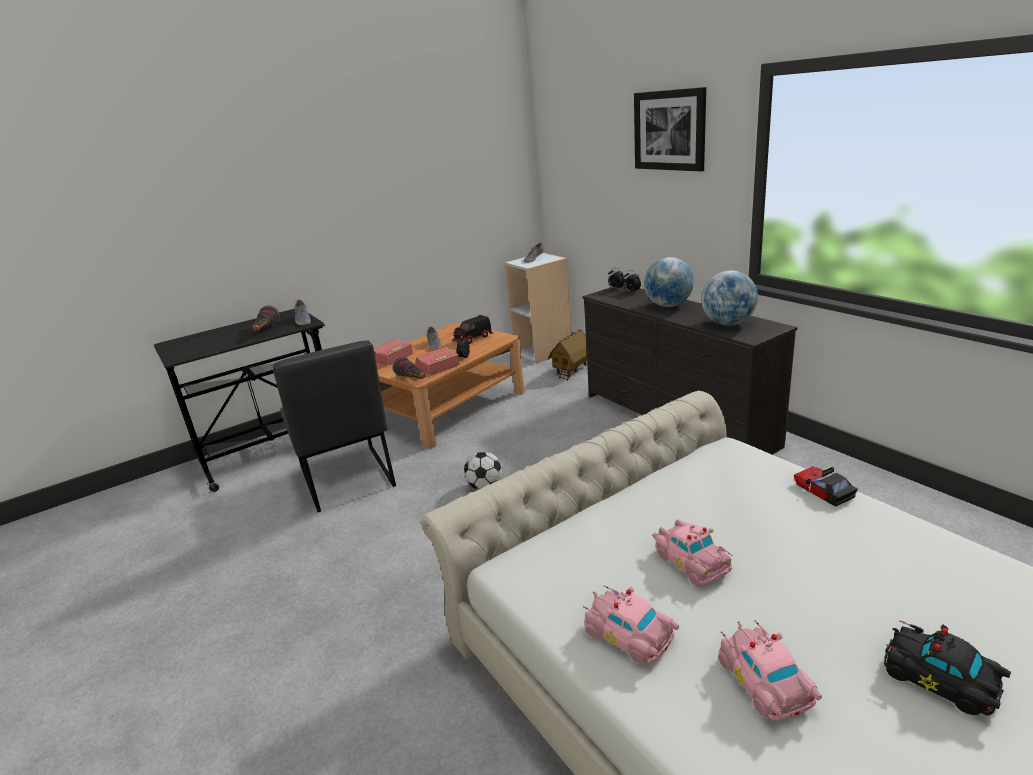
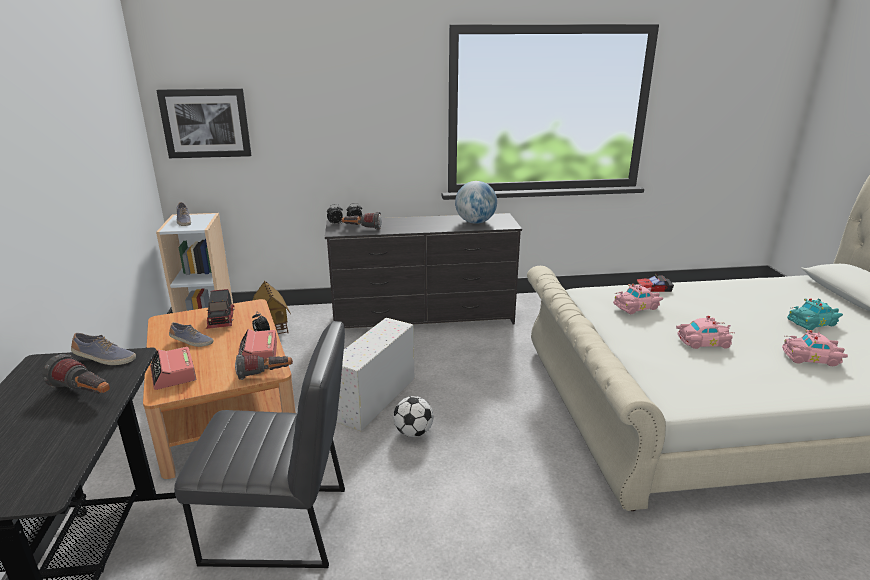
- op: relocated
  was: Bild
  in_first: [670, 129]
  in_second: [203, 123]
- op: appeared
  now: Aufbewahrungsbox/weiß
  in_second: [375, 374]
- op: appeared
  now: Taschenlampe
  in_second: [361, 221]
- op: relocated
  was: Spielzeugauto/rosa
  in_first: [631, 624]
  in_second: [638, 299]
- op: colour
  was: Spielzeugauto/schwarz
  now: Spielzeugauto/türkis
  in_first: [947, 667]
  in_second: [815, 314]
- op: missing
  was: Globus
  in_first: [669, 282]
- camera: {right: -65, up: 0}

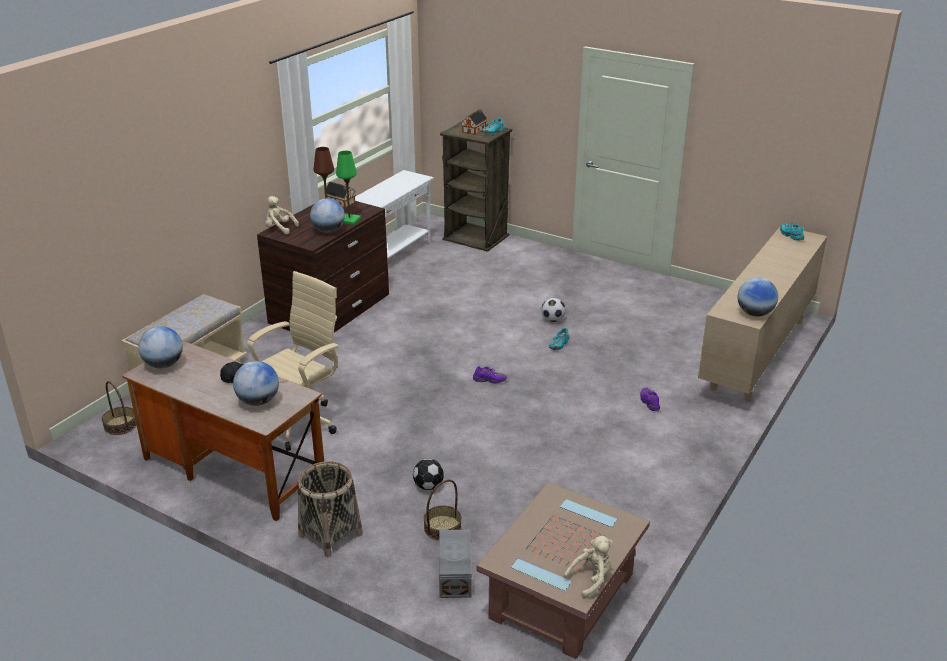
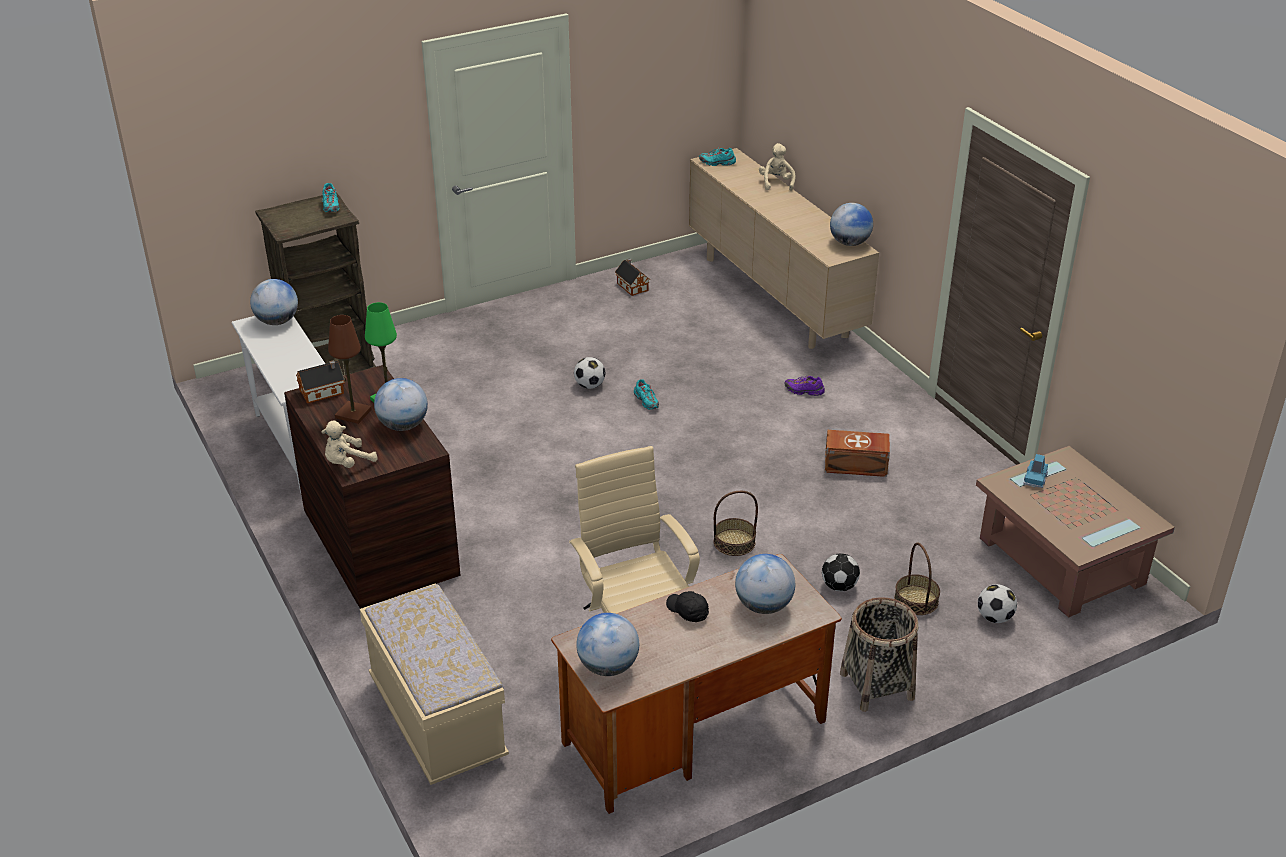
- op: appeared
  now: Globus
  in_second: [274, 302]
- op: relocated
  was: Spielzeughaus
  in_first: [474, 122]
  in_second: [632, 277]
- op: relocated
  was: Korb
  in_first: [119, 408]
  in_second: [736, 523]
- op: relocated
  was: Plüschtier/beige
  in_first: [588, 567]
  in_second: [777, 167]
- op: appeared
  now: Aufbewahrungsbox/braun
  in_second: [857, 453]
- op: exchanged
  was: Aufbewahrungsbox/grau
  now: Fußball
  in_first: [455, 564]
  in_second: [997, 603]
- op: appeared
  now: Spielzeugauto/blau
  in_second: [1035, 471]
- op: missing
  was: Schuh/lila
  in_first: [490, 375]
- camera: {right: -60, up: 5}

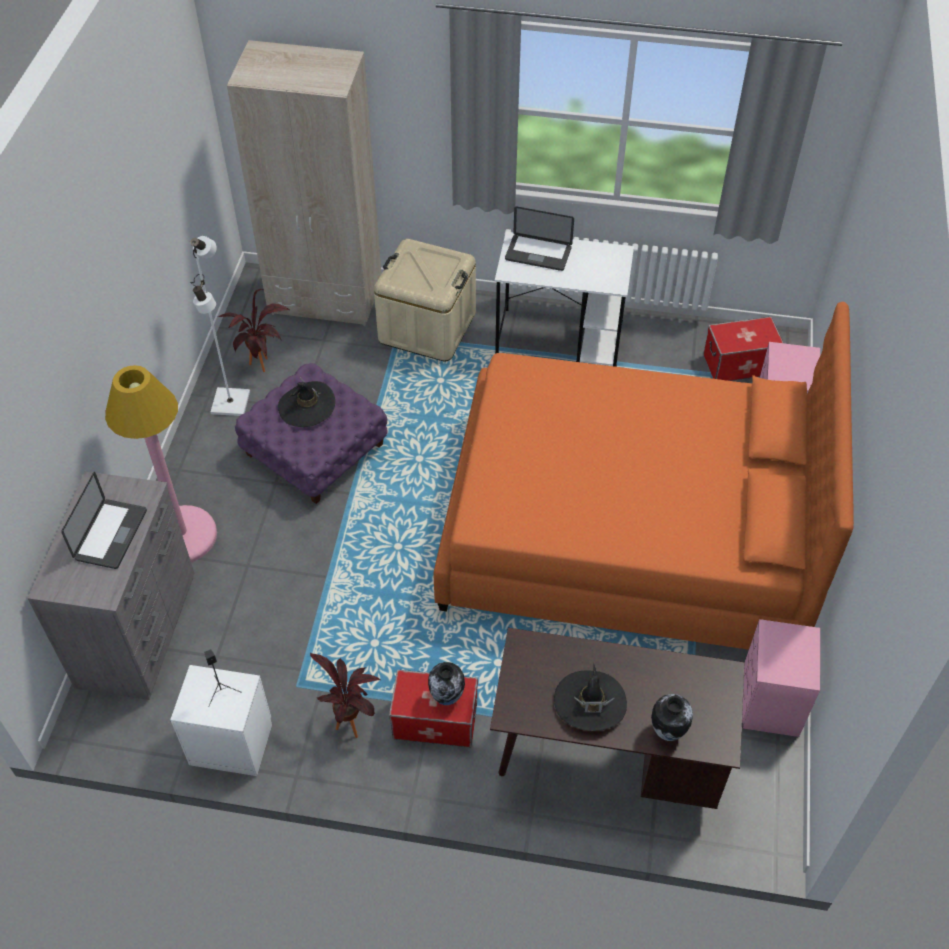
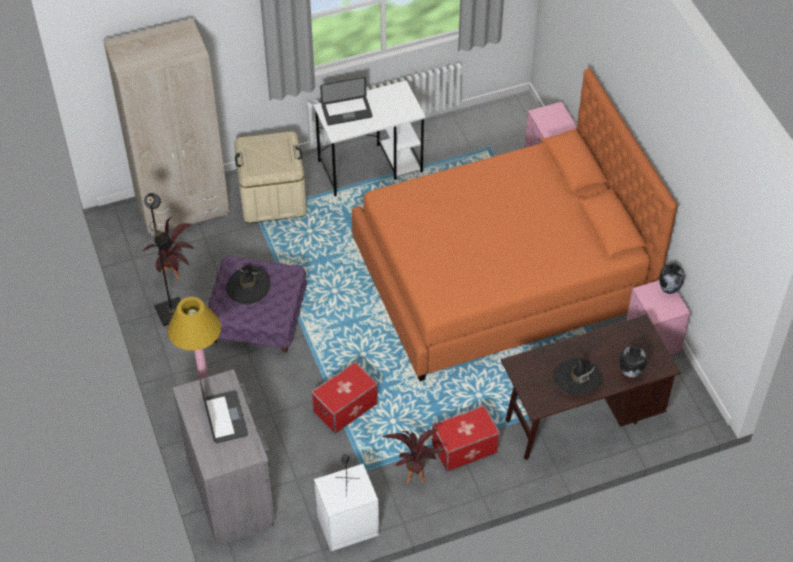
- op: colour
  was: Stehlampe/weiß
  now: Stehlampe/schwarz
  in_first: [220, 326]
  in_second: [162, 259]
- op: relocated
  was: Aufbewahrungsbox
  in_first: [743, 349]
  in_second: [344, 398]
- op: relocated
  was: Vase
  in_first: [446, 683]
  in_second: [672, 278]
- camera: {right: -30, up: 0}

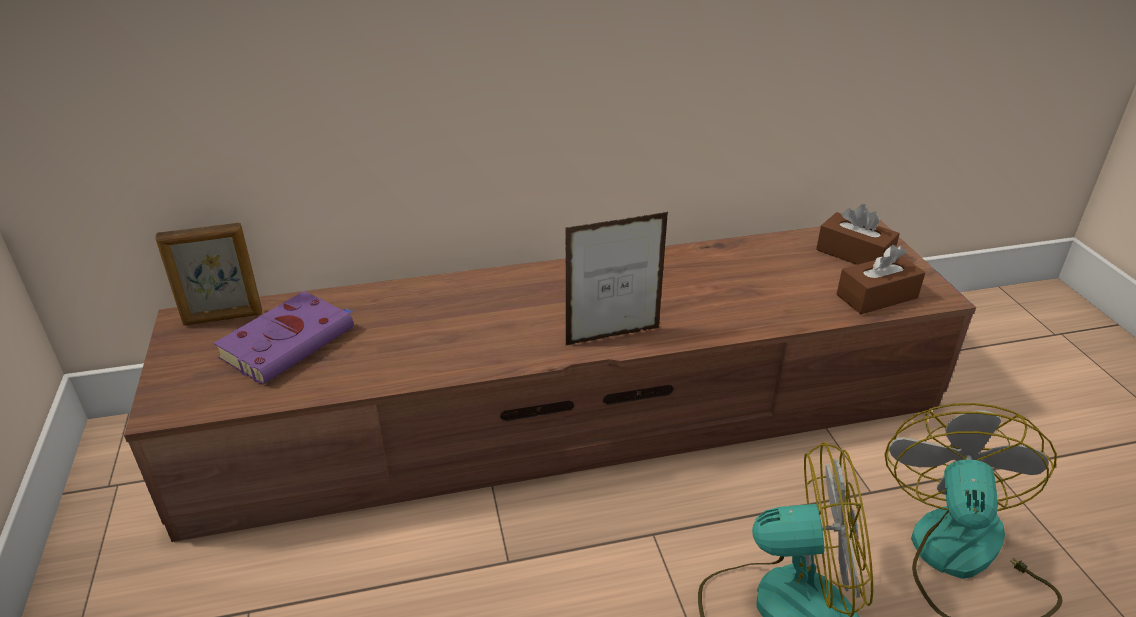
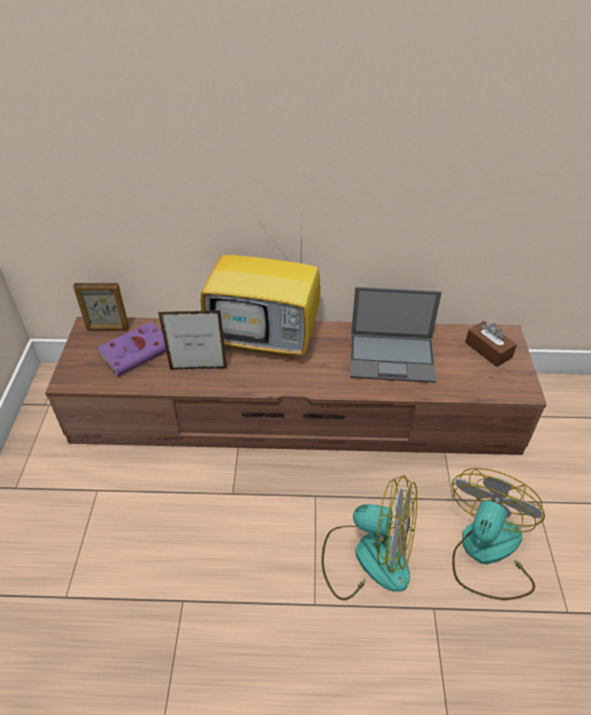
- op: relocated
  was: Bilderrahmen
  in_first: [617, 278]
  in_second: [192, 340]
- op: appeared
  now: Fernseher
  in_second: [260, 288]
- op: appeared
  now: Laptop
  in_second: [396, 335]
- op: missing
  was: Taschentuchbox/braun
  in_first: [880, 279]
- camera: {right: 15, up: 10}

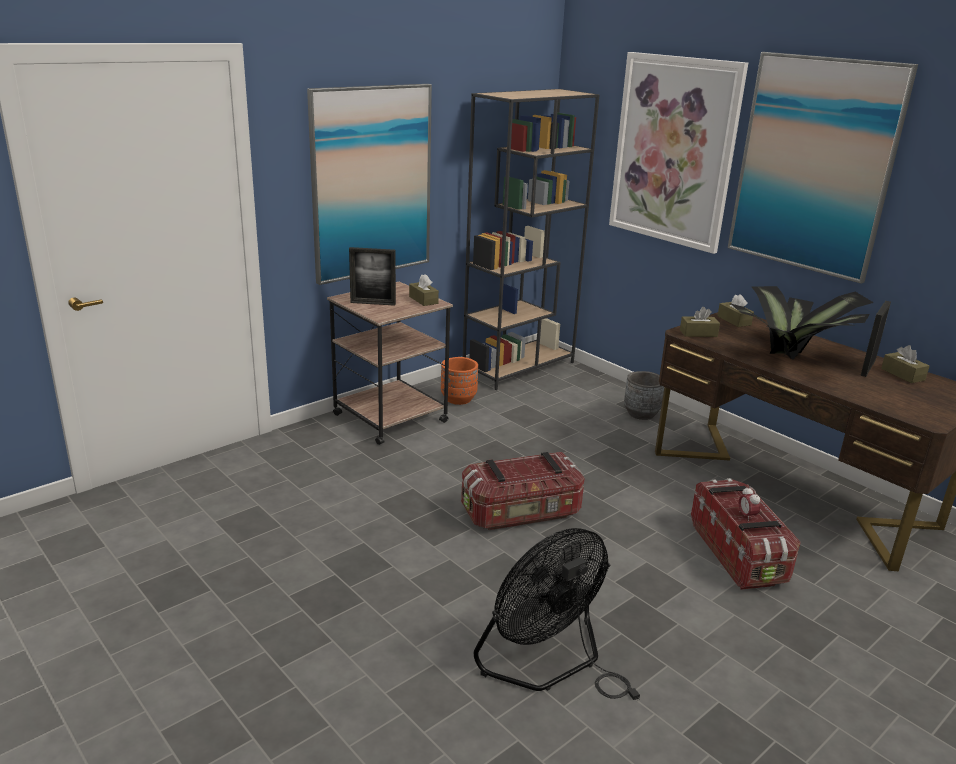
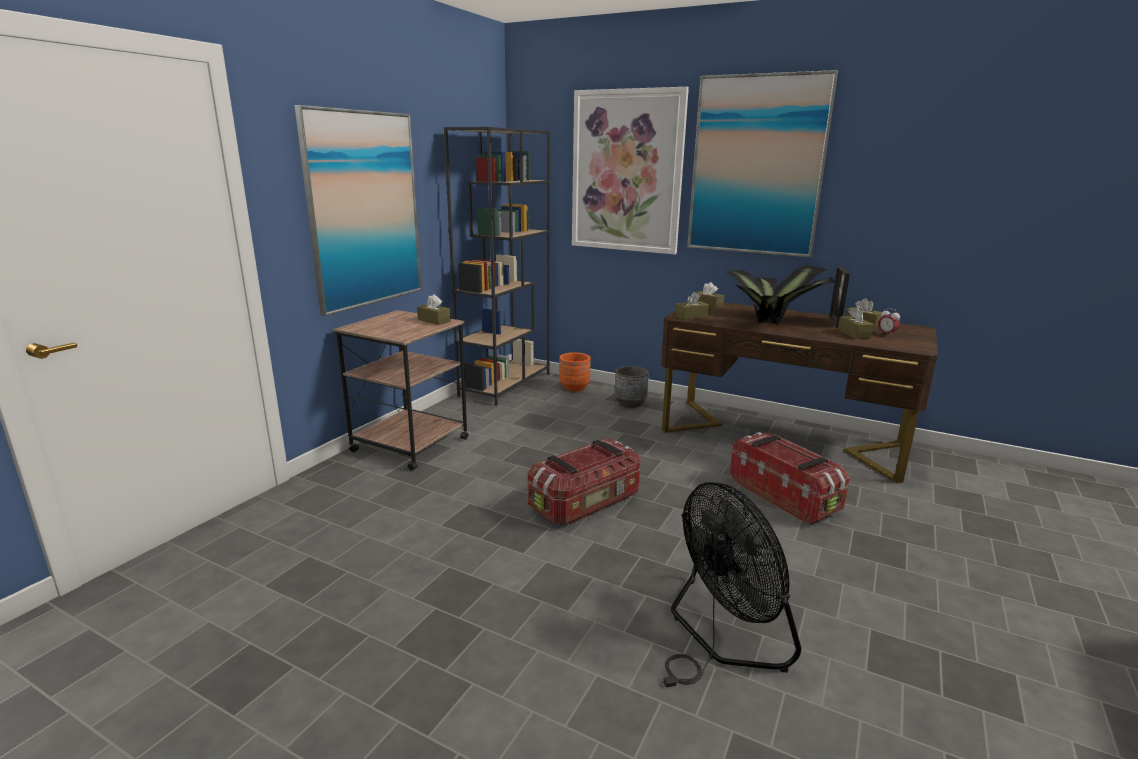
- op: relocated
  was: Pflanzkübel/orange
  in_first: [459, 381]
  in_second: [574, 371]
- op: spun
  was: Ventilator/schwarz
  in_first: [557, 614]
  in_second: [731, 584]
  clockwise: 120
- op: appeared
  now: Taschentuchbox/braun
  in_second: [856, 323]
- op: relocated
  was: Wecker
  in_first: [749, 504]
  in_second: [889, 322]
- op: missing
  was: Bilderrahmen
  in_first: [372, 276]
- camera: {right: -20, up: -5}

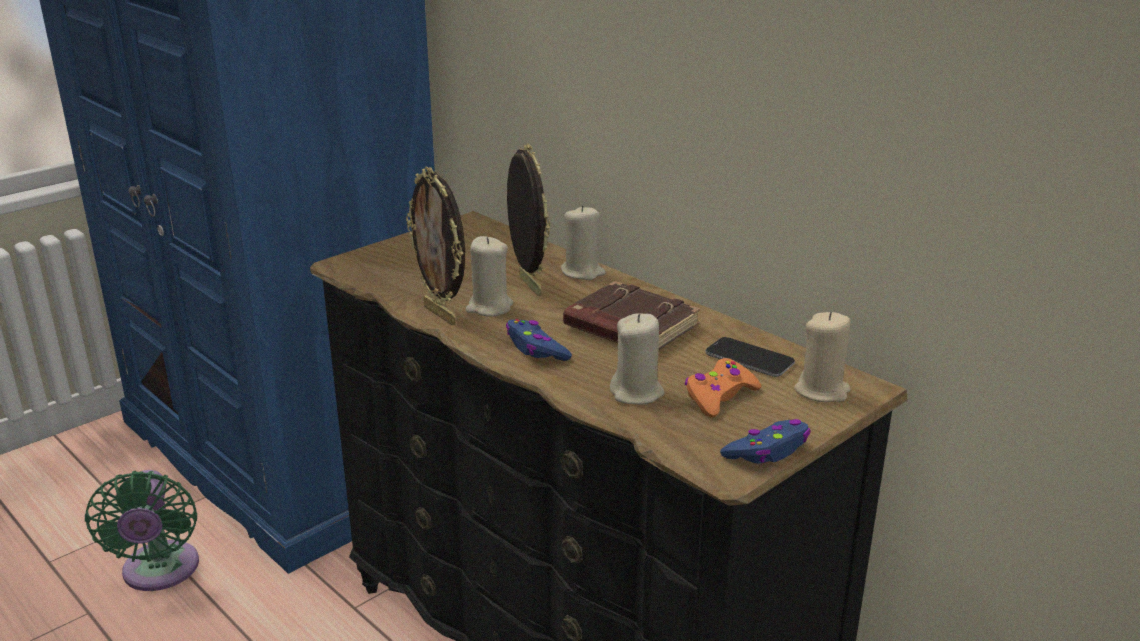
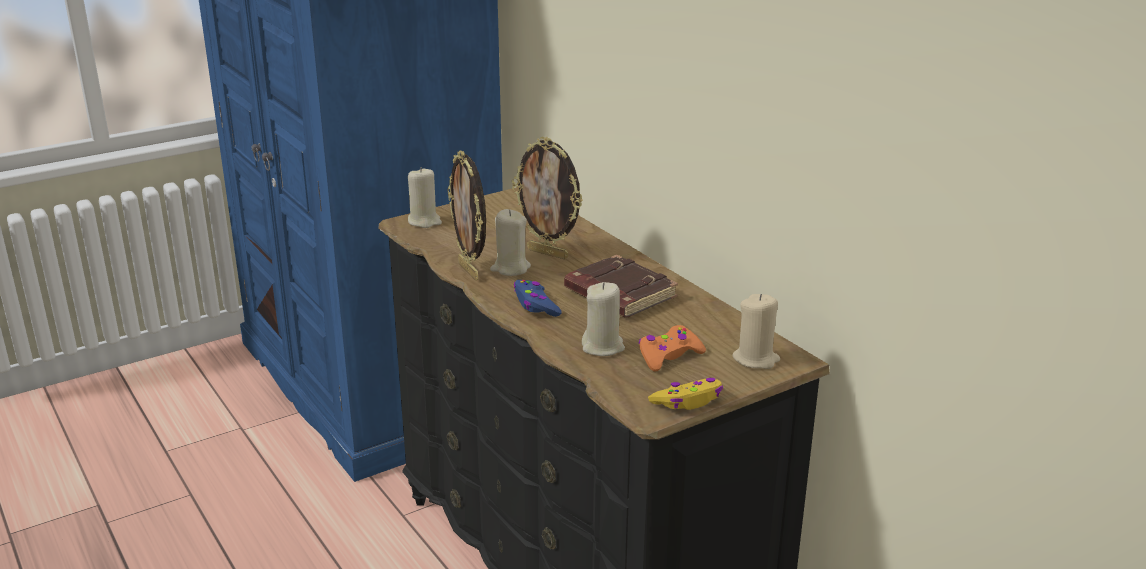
- op: relocated
  was: Kerze/beige
  in_first: [583, 242]
  in_second: [425, 197]
- op: spun
  was: Bilderrahmen
  in_first: [528, 219]
  in_second: [547, 198]
  clockwise: 135
- op: colour
  was: Gamepad/blau
  now: Gamepad/gelb
  in_first: [765, 441]
  in_second: [685, 394]
- op: missing
  was: Ventilator/grün
  in_first: [142, 530]
- op: missing
  was: Handy
  in_first: [750, 357]
- camera: {right: 10, up: 0}

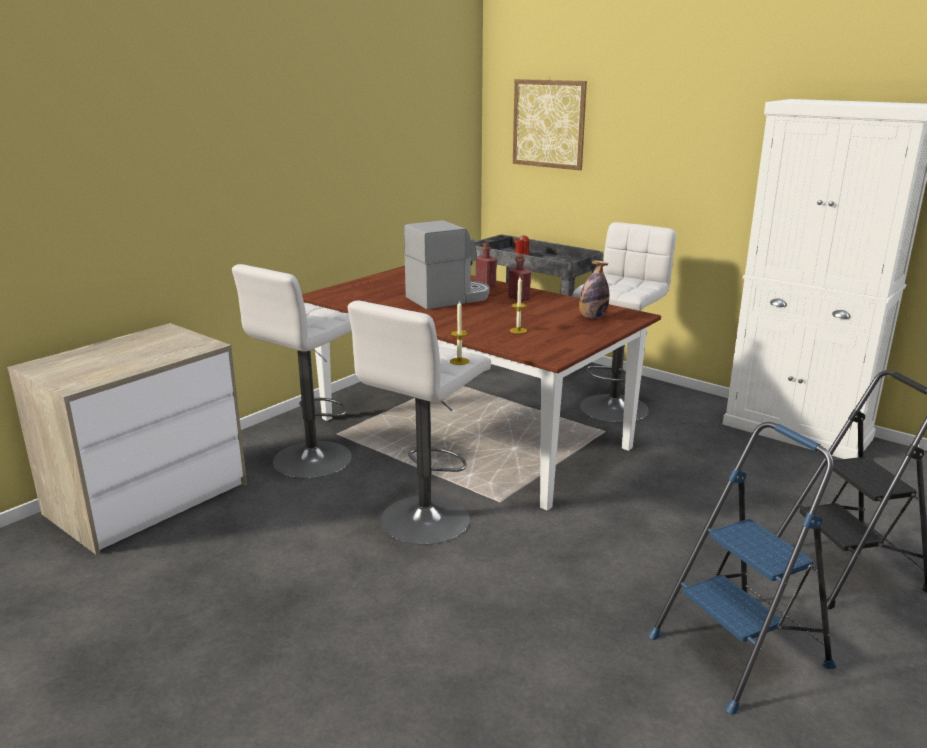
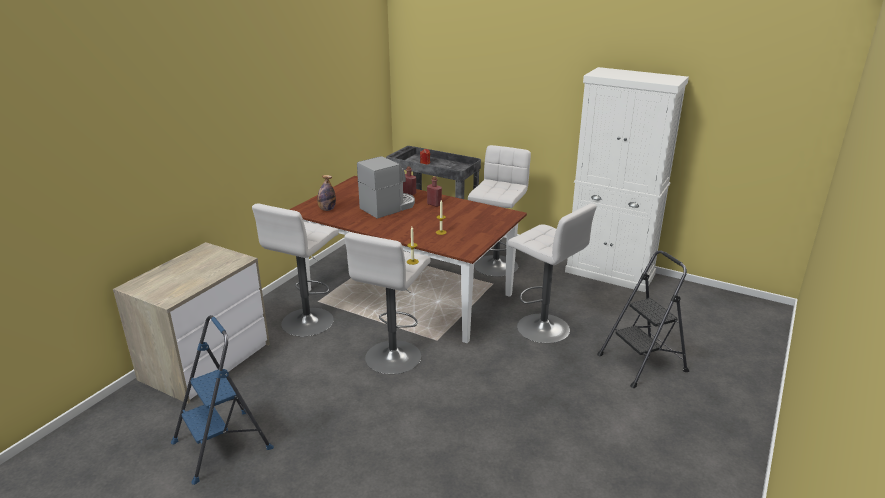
- op: relocated
  was: Trittleiter/blau
  in_first: [742, 568]
  in_second: [222, 400]
- op: relocated
  was: Flasche
  in_first: [594, 289]
  in_second: [326, 193]
- op: appeared
  now: Hocker/weiß
  in_second: [552, 273]
- op: missing
  was: Bild
  in_first: [550, 124]
- camera: {right: -10, up: 5}

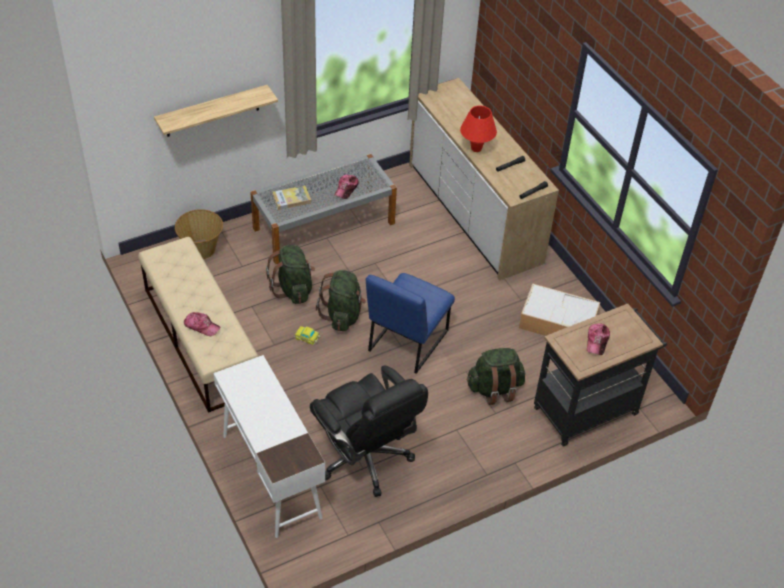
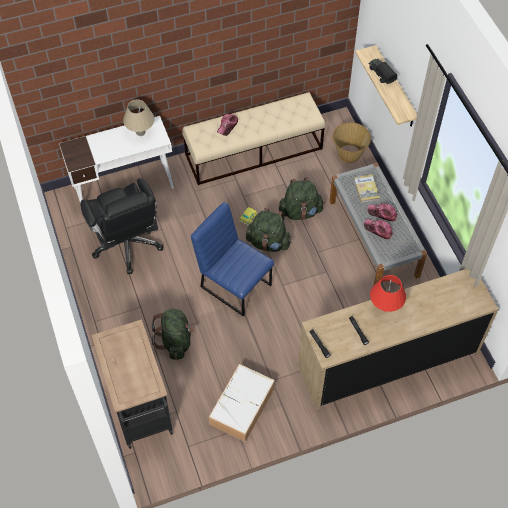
- op: spun
  was: Bürostuhl/schwarz
  in_first: [369, 431]
  in_second: [122, 226]
  clockwise: -90
- op: appeared
  now: Tischlampe/beige
  in_second: [138, 117]
- op: relocated
  was: Kappe
  in_first: [598, 339]
  in_second: [382, 212]
- op: appeared
  now: Spielzeuglaster
  in_second: [383, 71]
- camera: {right: 100, up: 10}

